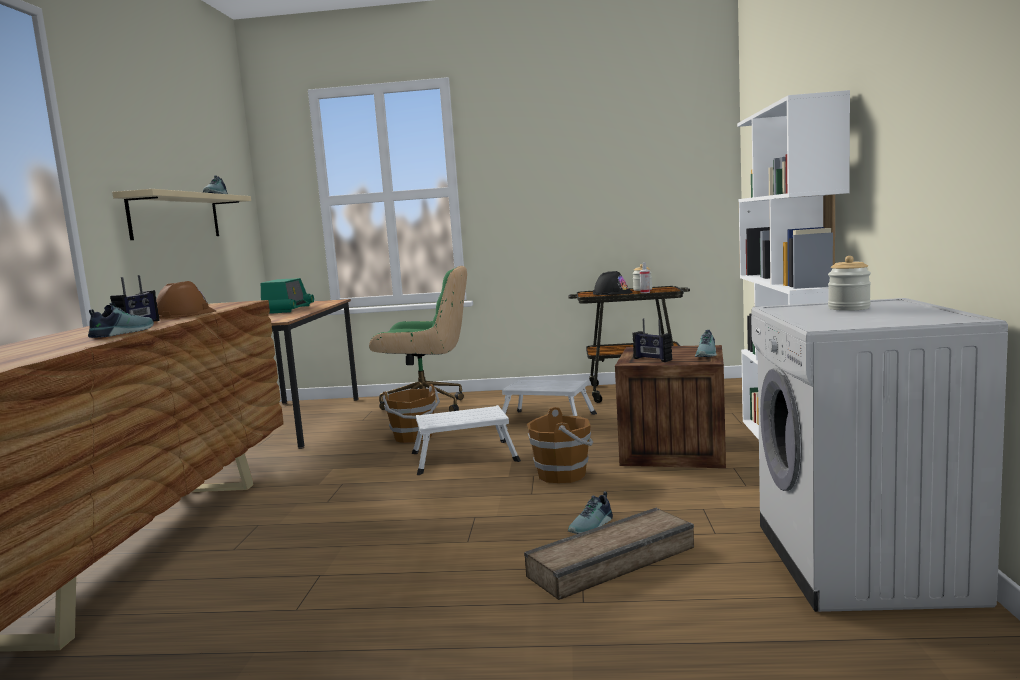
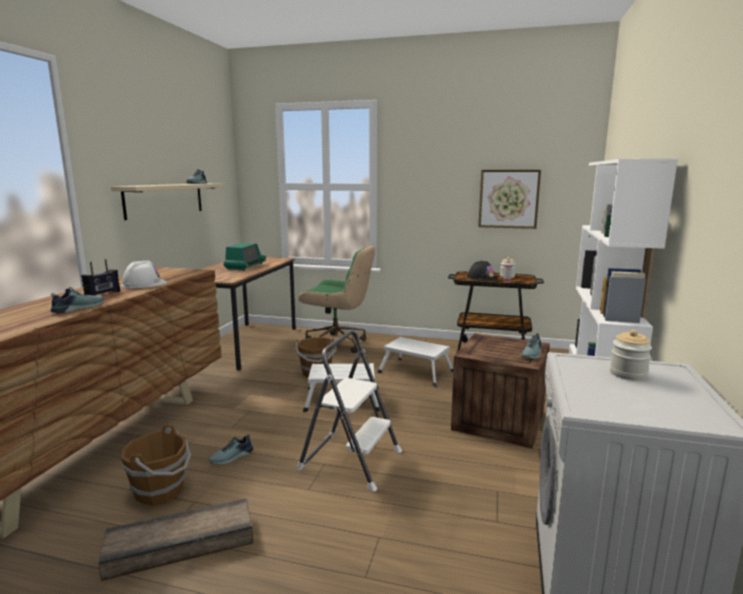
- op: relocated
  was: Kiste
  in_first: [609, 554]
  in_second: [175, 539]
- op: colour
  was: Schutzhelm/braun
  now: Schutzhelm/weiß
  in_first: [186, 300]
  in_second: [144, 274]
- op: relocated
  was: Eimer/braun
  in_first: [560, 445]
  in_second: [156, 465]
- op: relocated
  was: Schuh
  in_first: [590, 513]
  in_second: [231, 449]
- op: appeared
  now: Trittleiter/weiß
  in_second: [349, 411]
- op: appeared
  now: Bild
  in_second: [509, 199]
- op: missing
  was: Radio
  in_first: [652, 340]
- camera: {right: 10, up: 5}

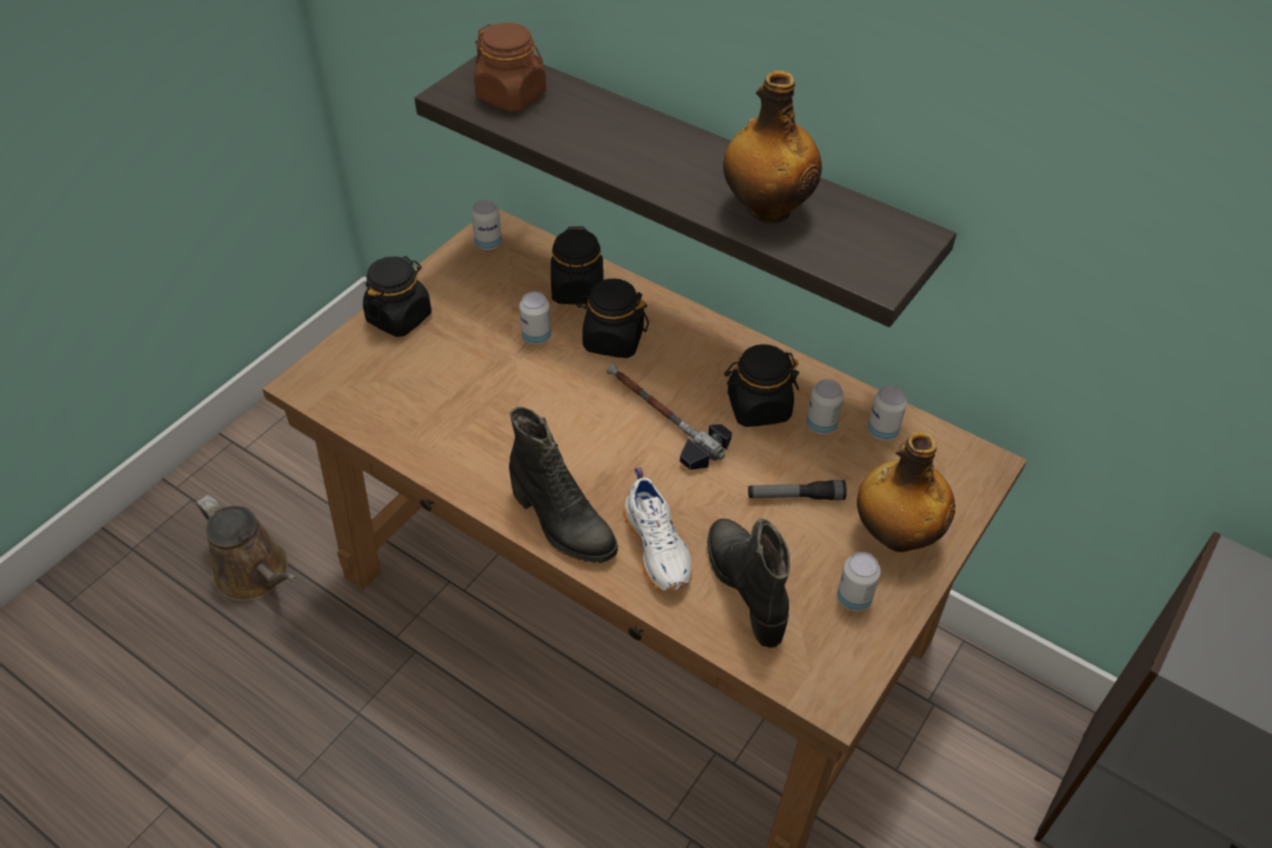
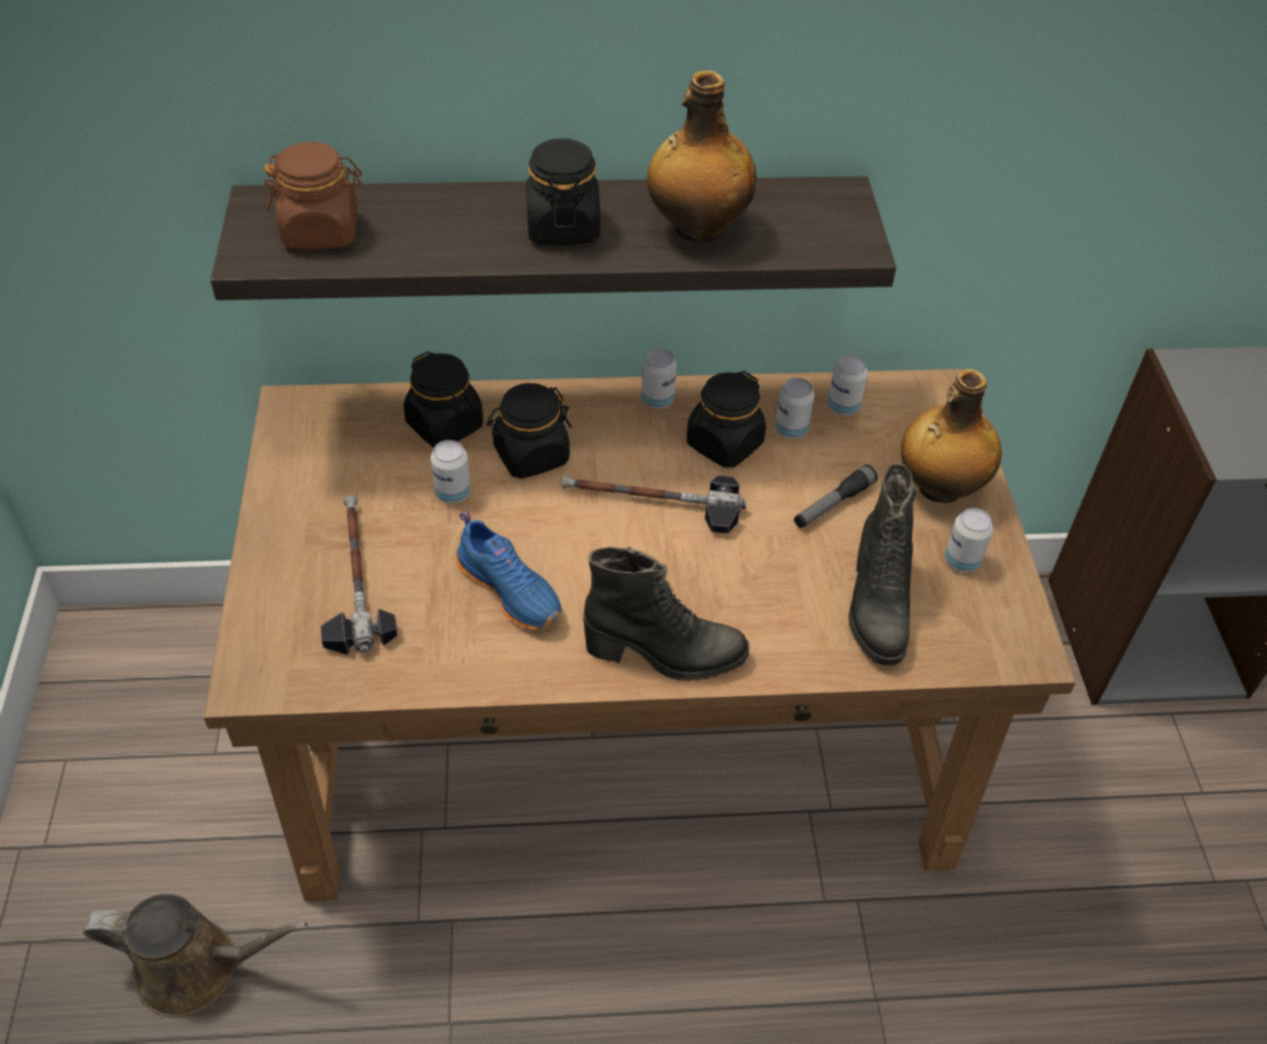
- op: appeared
  now: Hammer
  in_second: [359, 575]
- op: appeared
  now: Schuh/blau
  in_second: [508, 570]
- op: relocated
  was: Vorratsglas/schwarz
  in_first: [397, 296]
  in_second: [563, 191]
- op: relocated
  was: Dose
  in_first: [486, 225]
  in_second: [659, 378]
- op: spun
  was: Stiefel/schwarz
  in_first: [748, 583]
  in_second: [882, 564]
  clockwise: -120
- op: missing
  was: Schuh/weiß
  in_first: [657, 529]
- camera: {right: -40, up: 0}

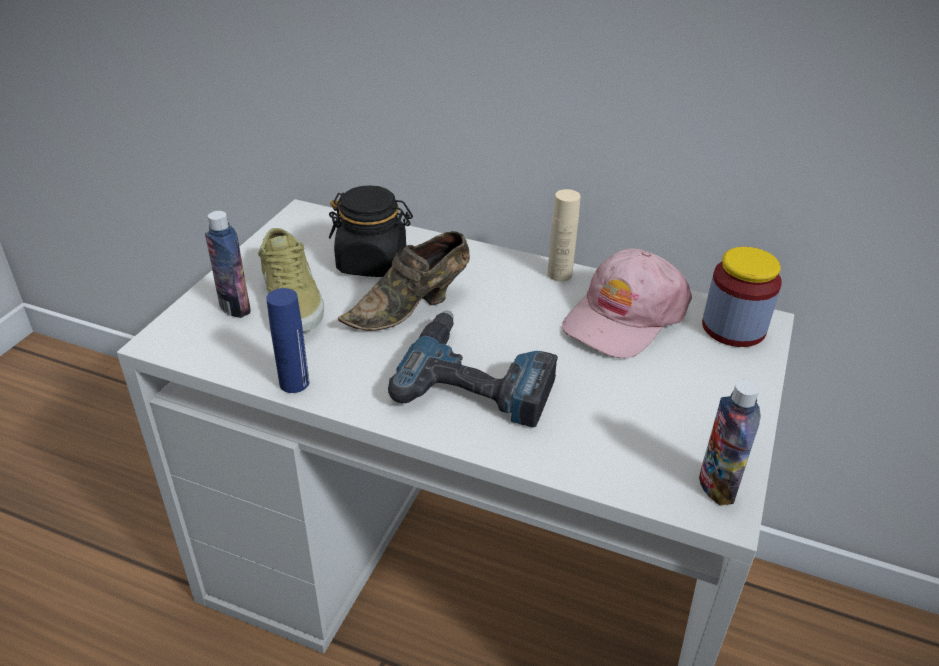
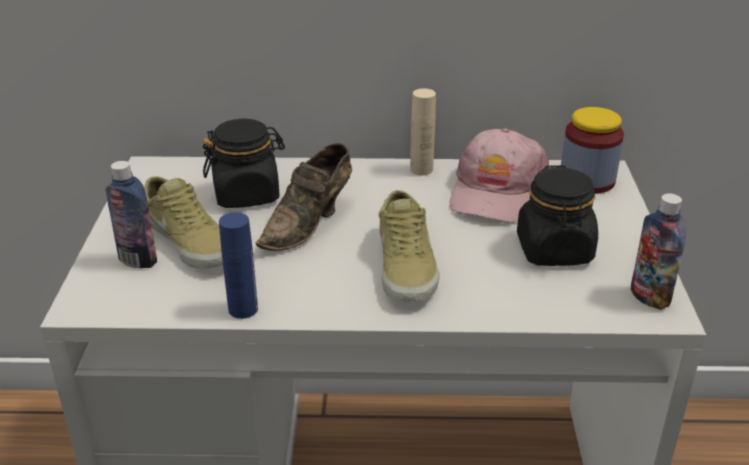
- op: exchanged
  was: Bohrmaschine
  now: Schuh/beige
  in_first: [473, 368]
  in_second: [409, 246]
- op: appeared
  now: Vorratsglas/schwarz
  in_second: [557, 215]
- camera: {right: -20, up: -5}

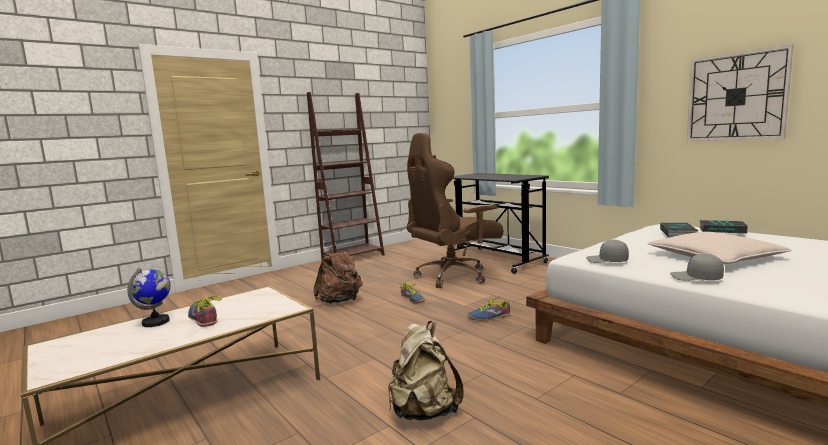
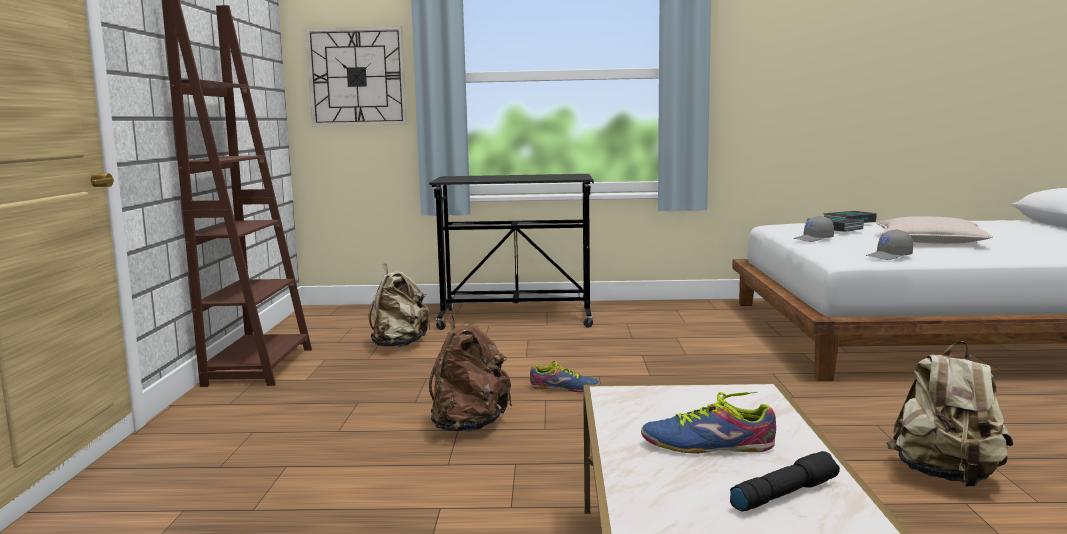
- op: relocated
  was: Wanduhr
  in_first: [740, 92]
  in_second: [356, 76]
- op: appeared
  now: Rucksack/beige
  in_second: [399, 305]
- op: appeared
  now: Taschenlampe/schwarz
  in_second: [785, 481]
- op: relocated
  was: Kappe/grau
  in_first: [697, 267]
  in_second: [813, 229]
- op: missing
  was: Globus
  in_first: [148, 297]
- op: missing
  was: Bürostuhl/braun
  in_first: [455, 210]
- op: missing
  was: Schuh
  in_first: [488, 309]
- camera: {right: -50, up: 0}

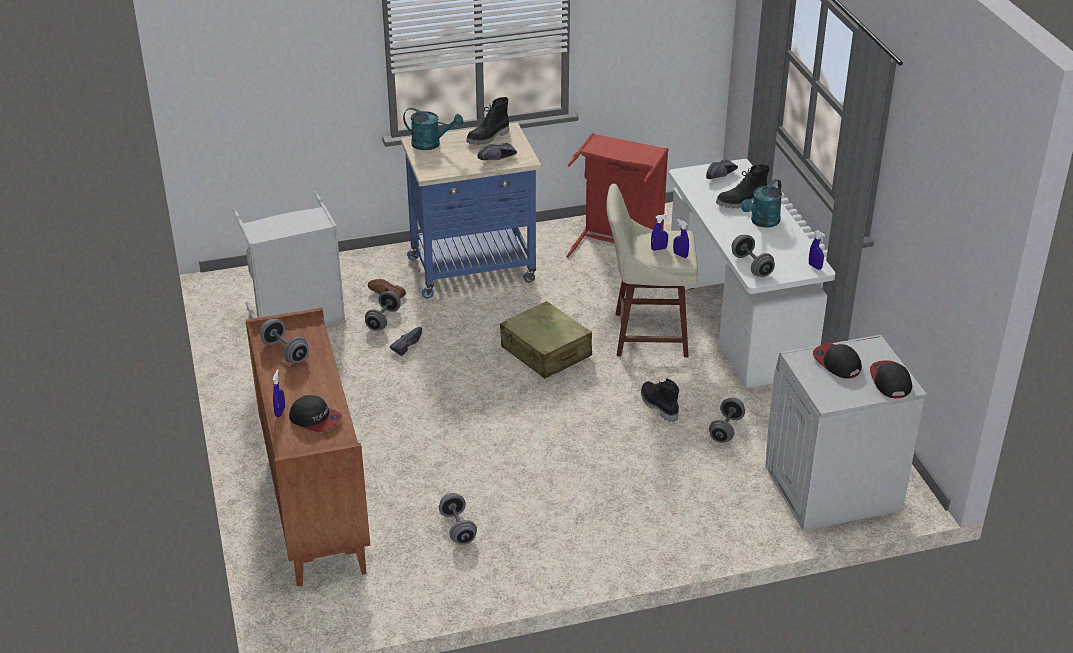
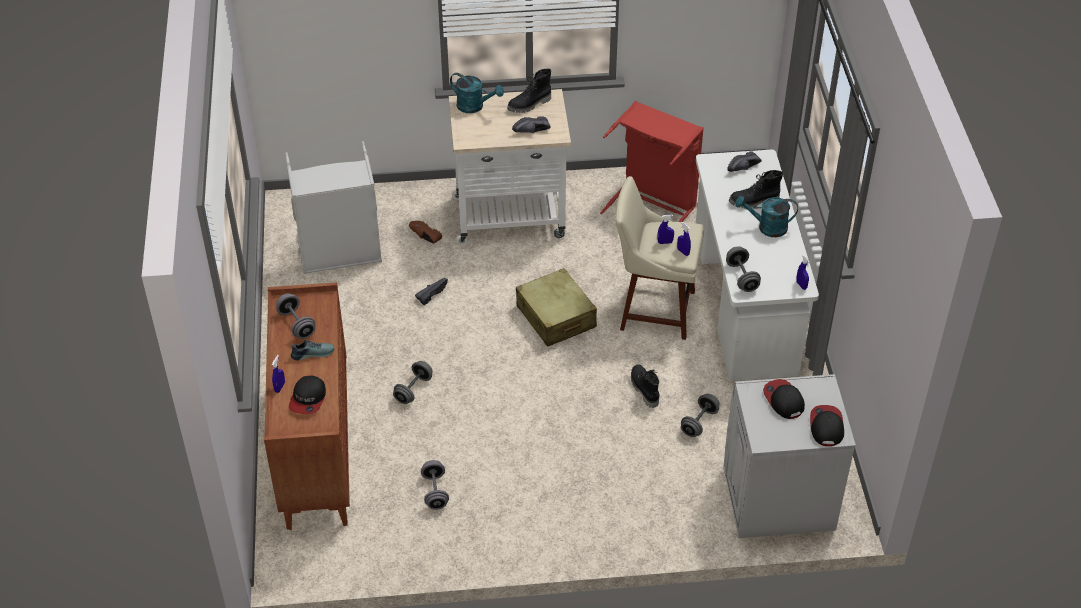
- op: spun
  was: Kappe
  in_first: [315, 413]
  in_second: [307, 395]
  clockwise: 60
- op: appeared
  now: Schuh
  in_second: [313, 350]
- op: relocated
  was: Hantel/grau
  in_first: [383, 311]
  in_second: [413, 382]
- op: colour
  was: Rollwagen/blau
  now: Rollwagen/weiß
  in_first: [471, 211]
  in_second: [510, 167]
- op: spun
  was: Gießkanne/türkis
  in_first: [761, 203]
  in_second: [766, 216]
  clockwise: 45
- camera: {right: 10, up: 10}

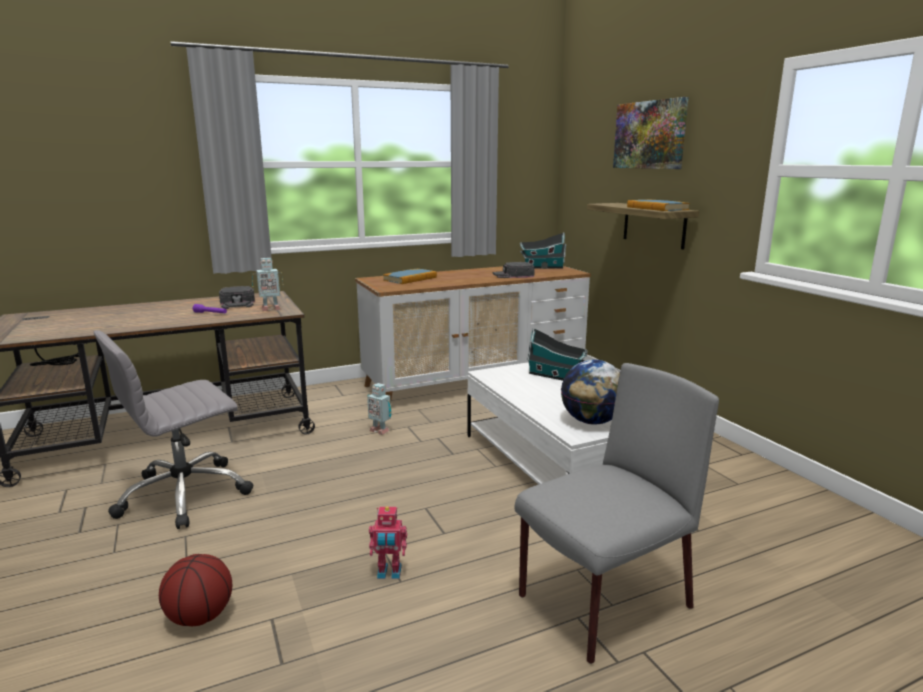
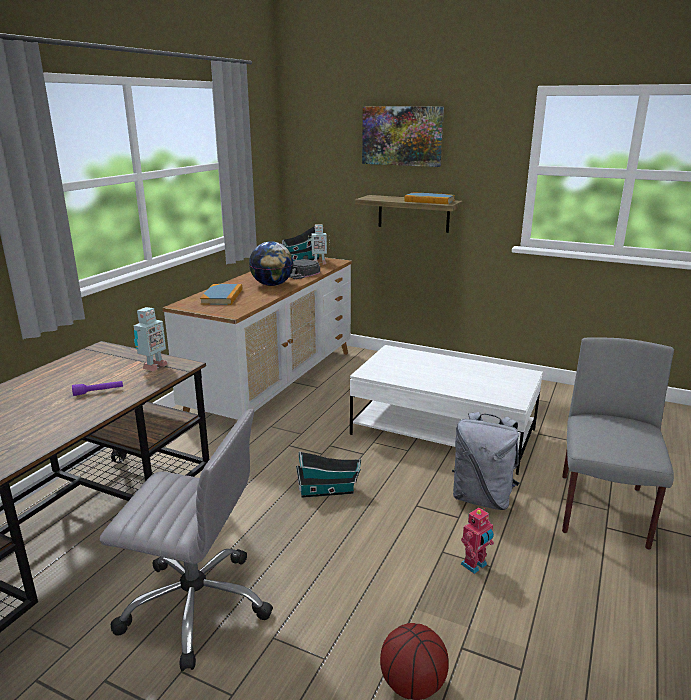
- op: spun
  was: Bürostuhl/grau
  in_first: [174, 429]
  in_second: [186, 540]
  clockwise: -90
- op: relocated
  was: Globus
  in_first: [590, 392]
  in_second: [271, 263]
- op: relocated
  was: Spielzeughaus
  in_first: [557, 354]
  in_second: [328, 475]
- op: relocated
  was: Spielzeugroboter
  in_first: [379, 409]
  in_second: [319, 244]
- op: appeared
  now: Rucksack/grau
  in_second: [485, 461]
- op: missing
  was: Kappe/schwarz
  in_first: [237, 297]
- camera: {right: -40, up: 5}

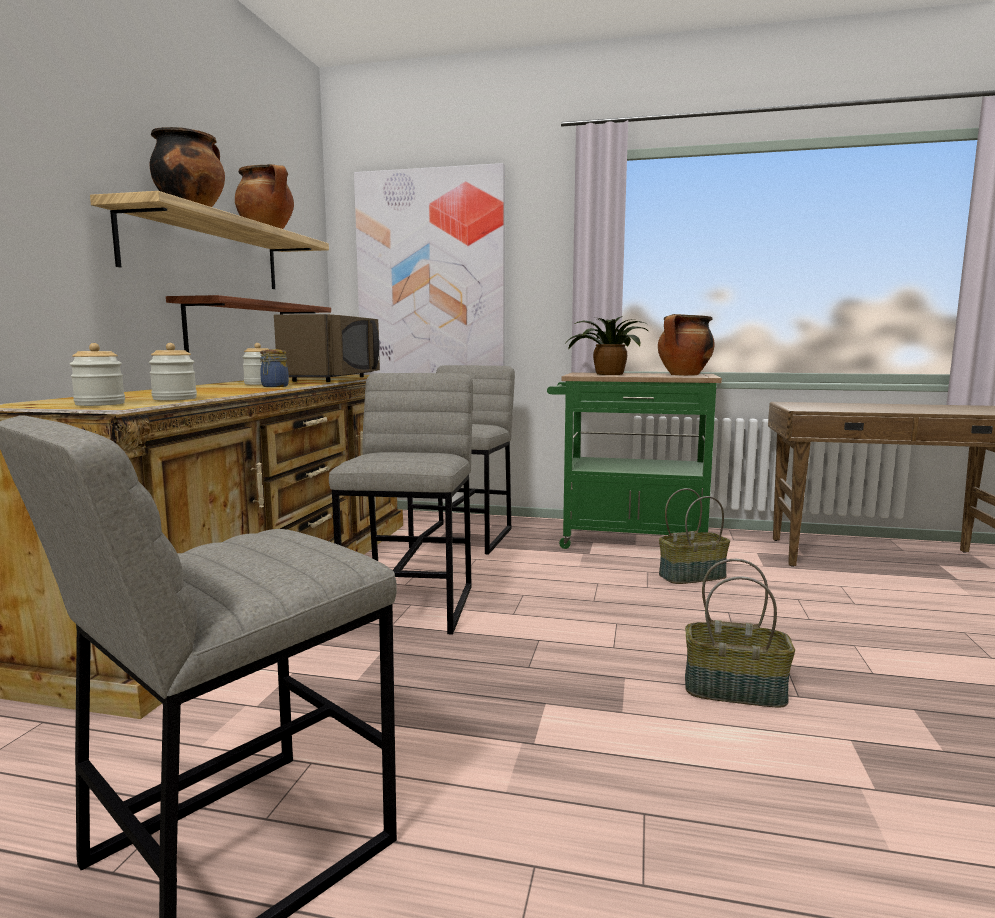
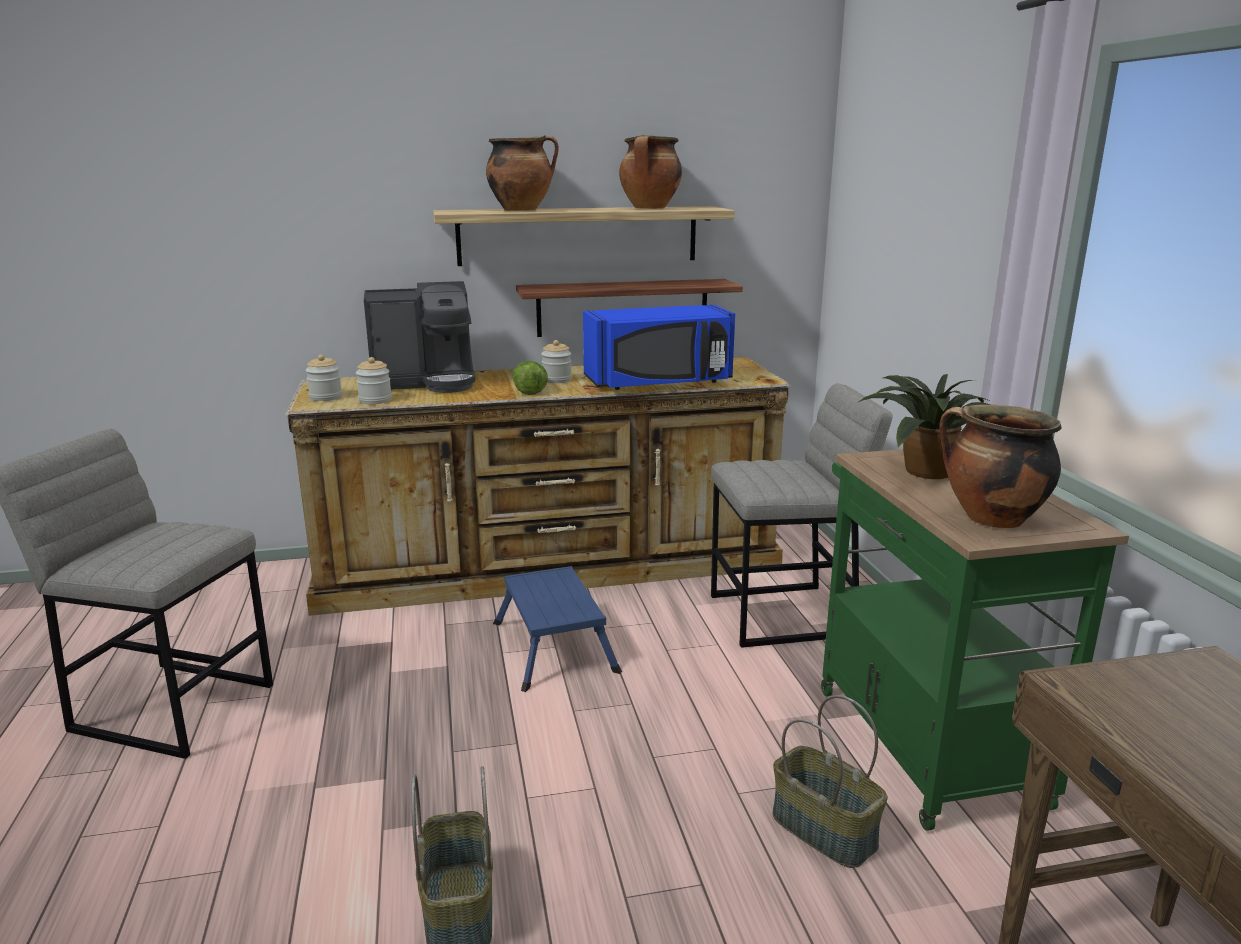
- op: appeared
  now: Kaffeemaschine
  in_second: [420, 337]
- op: exchanged
  was: Stuhl/grau
  now: Trittleiter/blau
  in_first: [401, 503]
  in_second: [557, 629]
- op: exchanged
  was: Vorratsglas
  now: Salatkopf
  in_first: [274, 368]
  in_second: [530, 378]
- op: colour
  was: Mikrowelle/braun
  now: Mikrowelle/blau
  in_first: [327, 348]
  in_second: [659, 347]
- op: missing
  was: Bild
  in_first: [429, 269]
- camera: {right: 65, up: 10}

